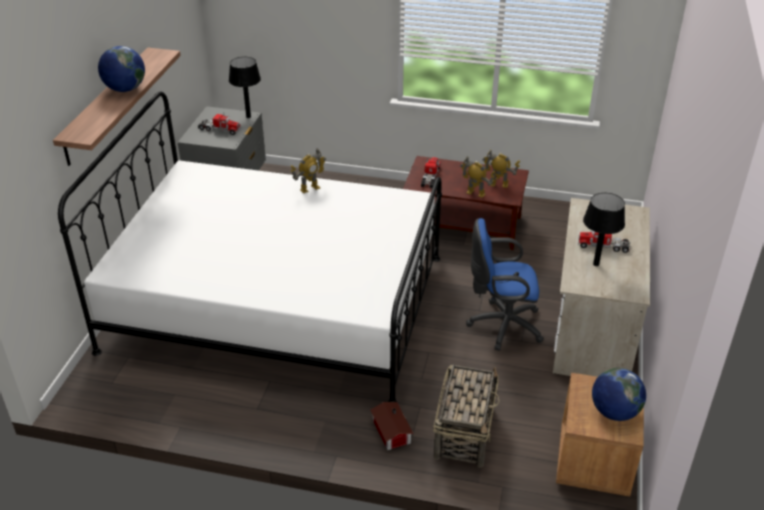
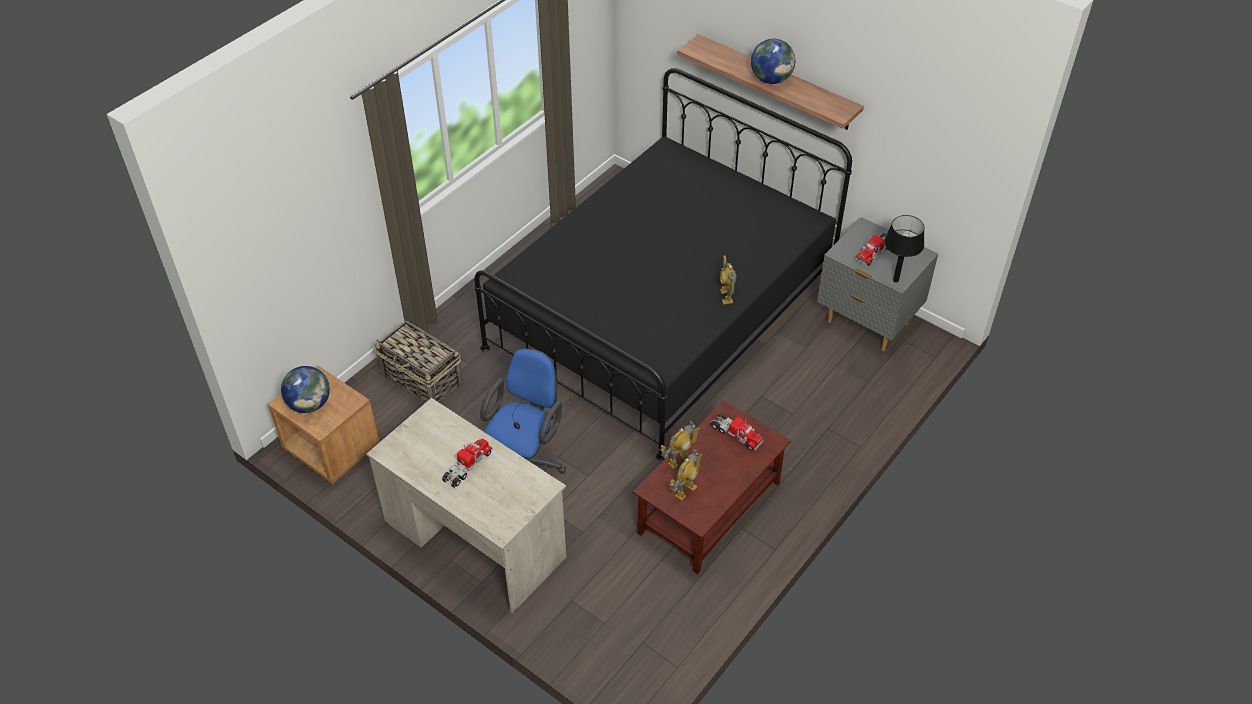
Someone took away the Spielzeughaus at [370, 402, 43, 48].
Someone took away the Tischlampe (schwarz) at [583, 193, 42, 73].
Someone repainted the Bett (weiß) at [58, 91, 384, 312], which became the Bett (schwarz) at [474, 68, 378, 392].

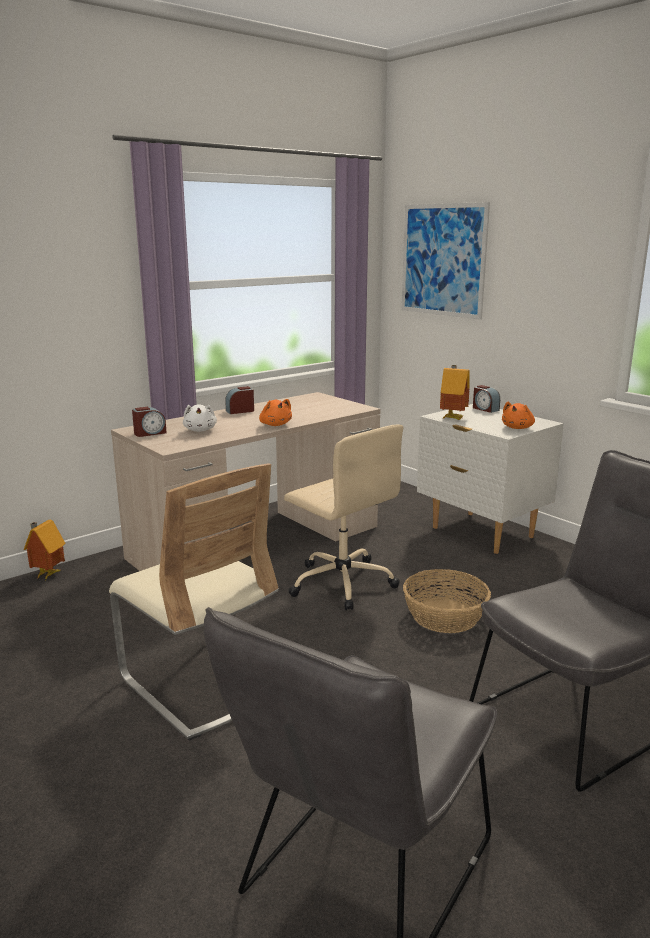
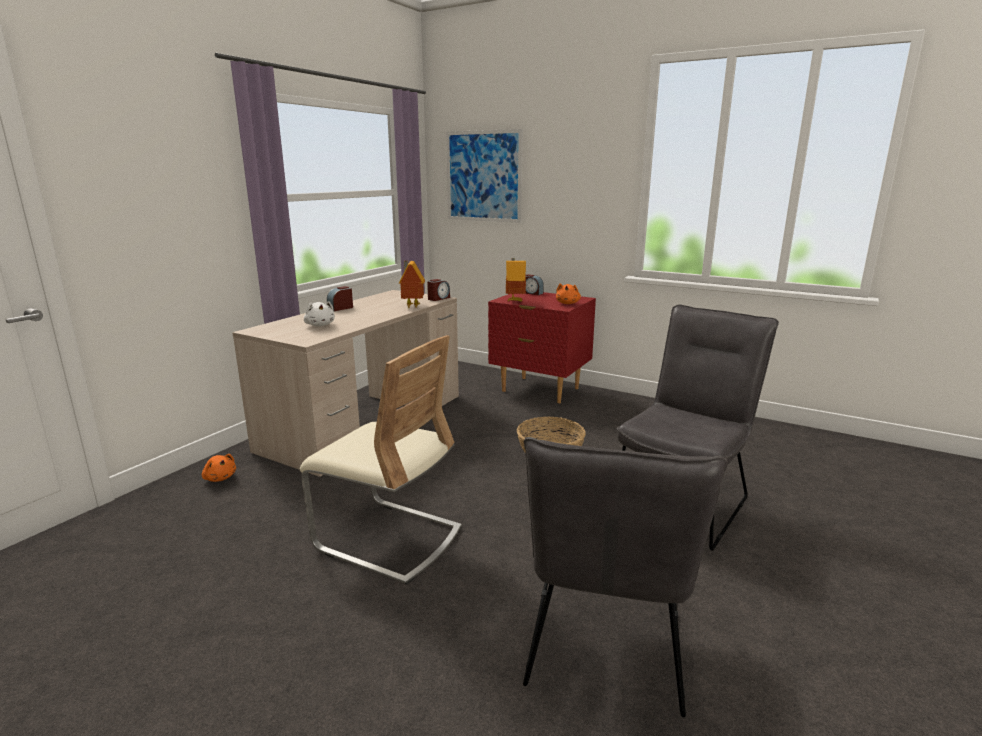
Someone took away the Bürostuhl (beige) at [284, 424, 119, 187].
Someone carried the Spielzeughaus from [24, 520, 41, 60] to [399, 261, 26, 47].
Someone carried the Wecker from [132, 407, 35, 30] to [427, 279, 23, 22].
Someone carried the Plüschtier (orange) from [259, 399, 33, 27] to [202, 454, 34, 28].
Someone repainted the Nachttisch (weiß) at [417, 404, 147, 150], which became the Nachttisch (rot) at [488, 292, 108, 111].

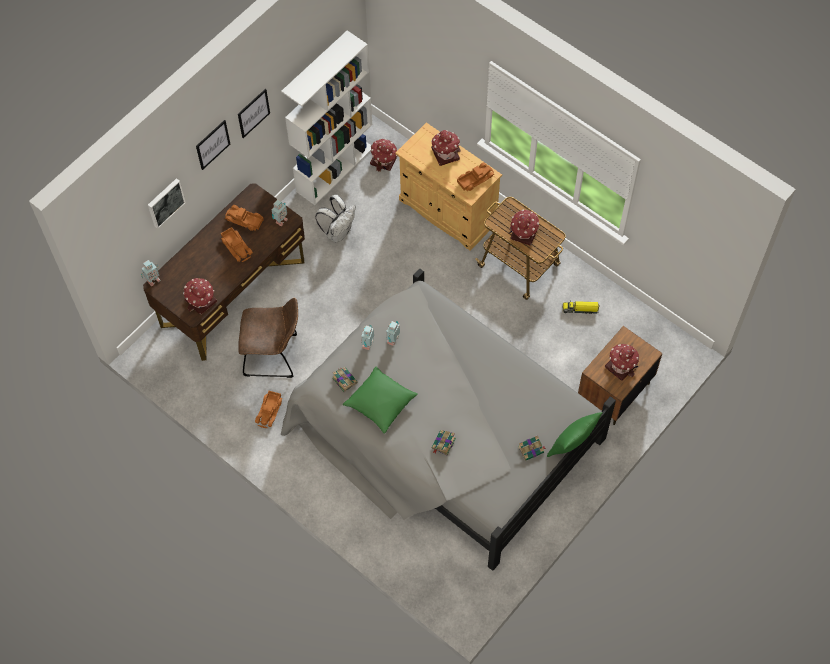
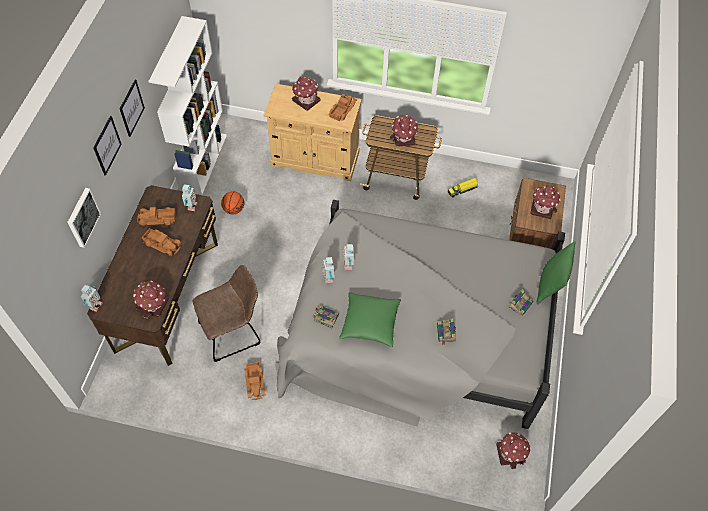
Someone carried the Spielzeughaus from [370, 139, 27, 33] to [496, 432, 34, 37].
Someone swapped the Rucksack (weiß) at [315, 195, 41, 48] for the Basketball at [221, 191, 23, 23].

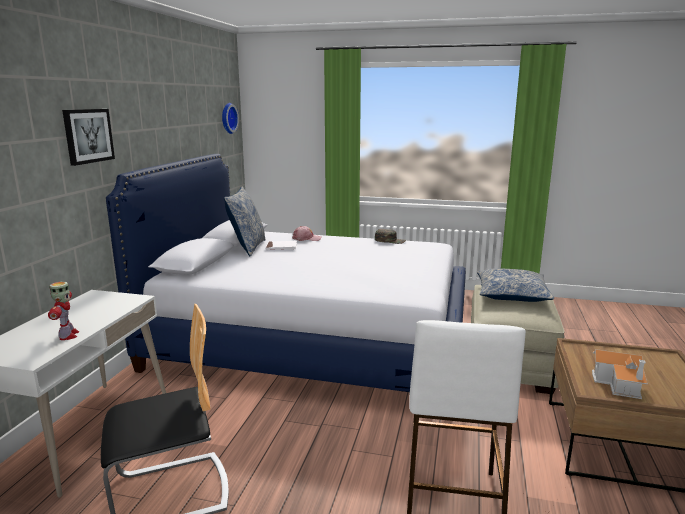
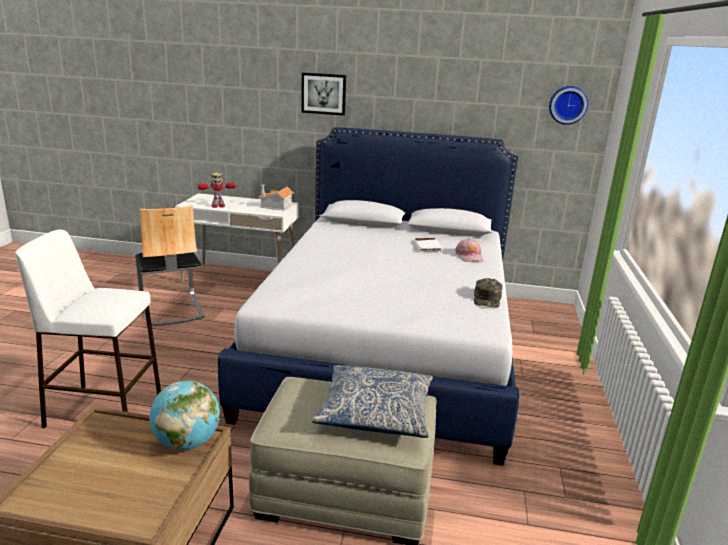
Someone took away the Kissen at [224, 186, 42, 70].
Someone put down the Globus at [149, 380, 71, 70].
Someone carried the Spielzeughaus from [592, 349, 56, 50] to [258, 185, 36, 25].

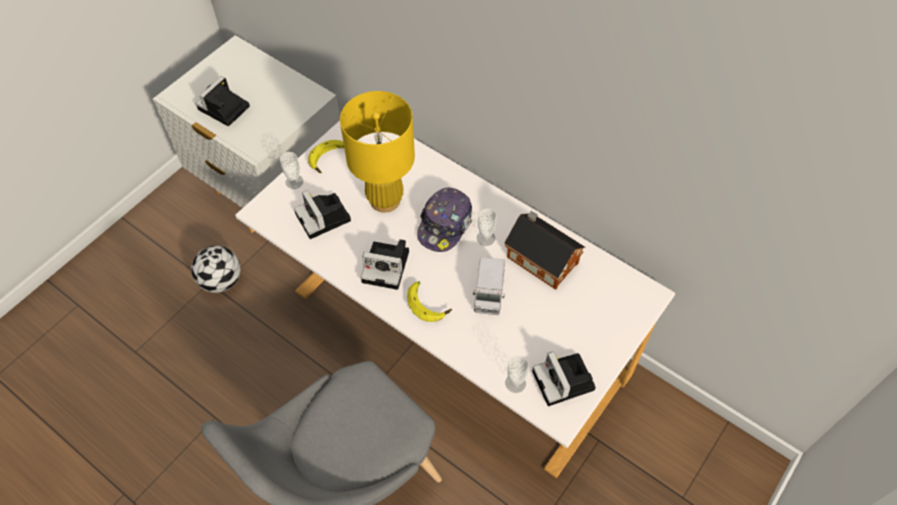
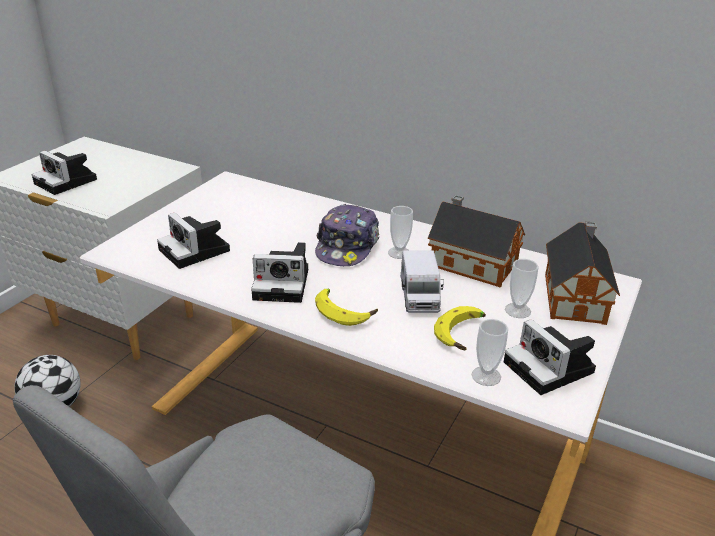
Someone took away the Tischlampe (gelb) at [340, 91, 75, 121].
Someone put down the Spielzeughaus at [545, 222, 75, 103].
Someone carried the Tasse from [280, 152, 23, 37] to [505, 259, 34, 59].
Someone carried the Banane from [308, 140, 36, 34] to [434, 306, 52, 44].
Someone rotated the Kamera at [196, 76, 54, 50] by 75 degrees counterclockwise.

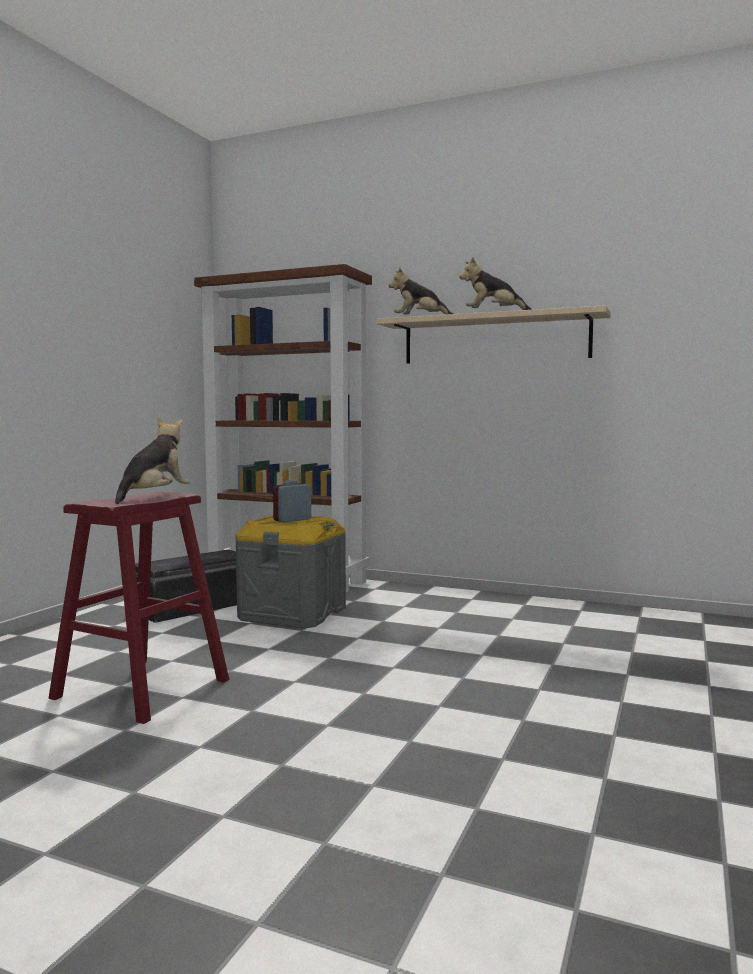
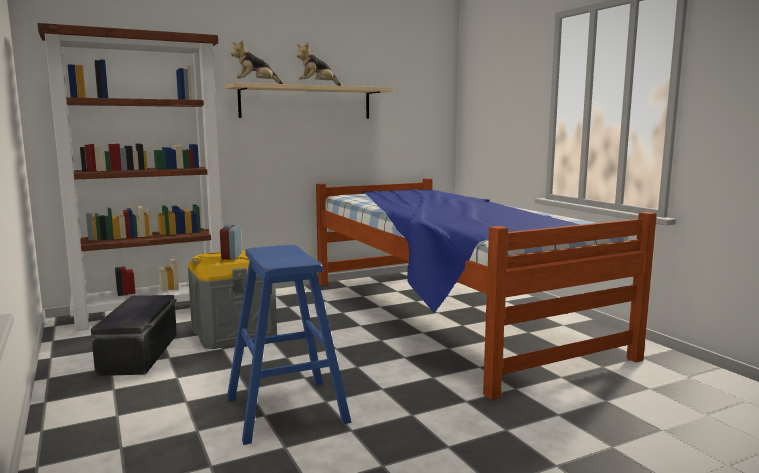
Someone took away the Plüschtier at [115, 418, 75, 86].
Someone put down the Bett at [316, 178, 341, 222].
Someone repainted the Hocker (rot) at [49, 492, 180, 232], which became the Hocker (blau) at [227, 245, 124, 200].

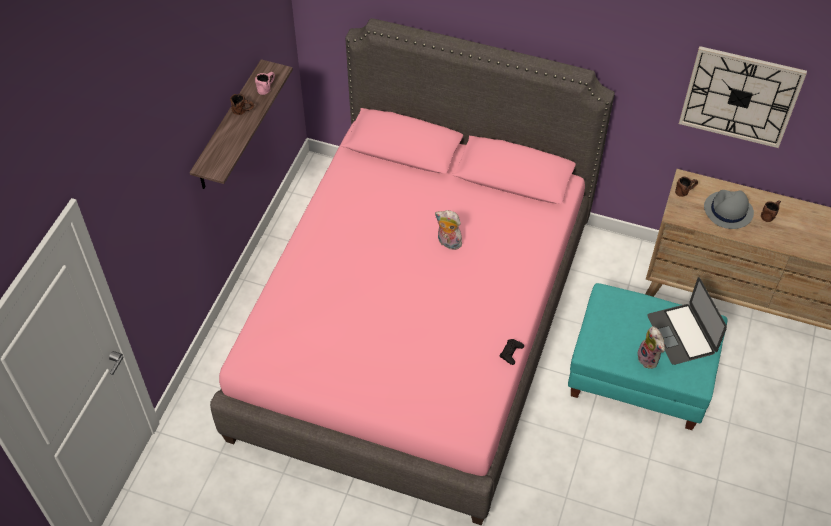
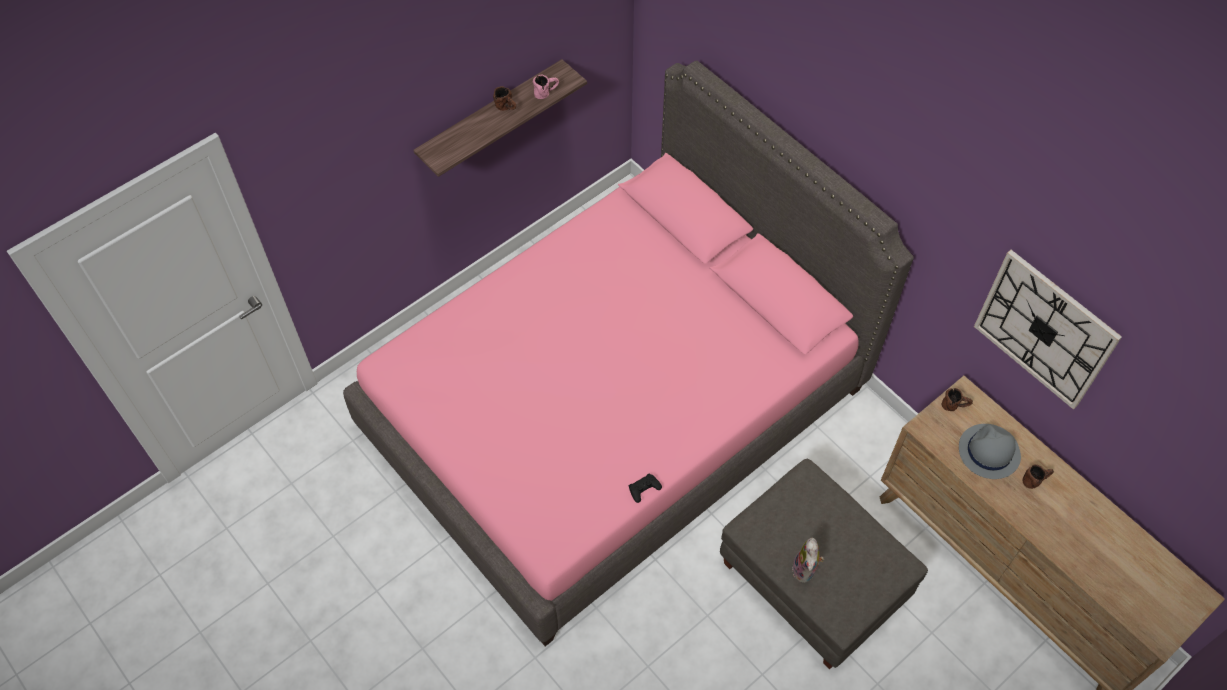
Someone took away the Plüschtier at [435, 210, 27, 41].
Someone took away the Laptop at [647, 277, 80, 88].
Someone repainted the Polsterhocker (türkis) at [568, 283, 160, 147], which became the Polsterhocker (grau) at [720, 459, 208, 211].

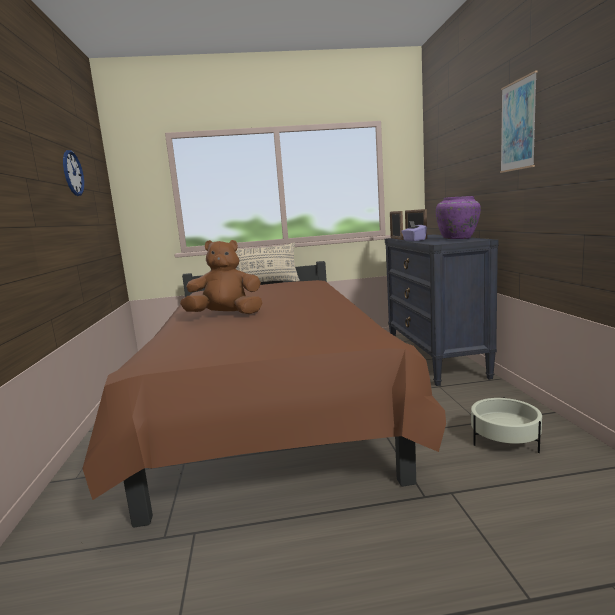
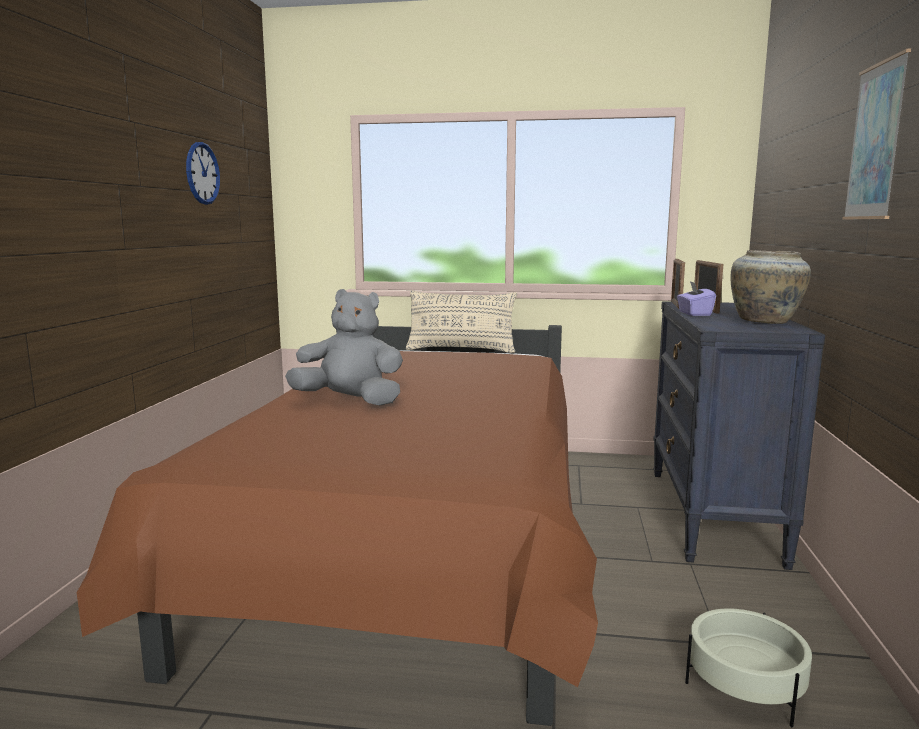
Someone repainted the Plüschtier (braun) at [180, 240, 83, 74], which became the Plüschtier (grau) at [285, 289, 118, 116].
Someone repainted the Vase (lila) at [436, 196, 45, 43], which became the Vase (beige) at [731, 250, 80, 74].

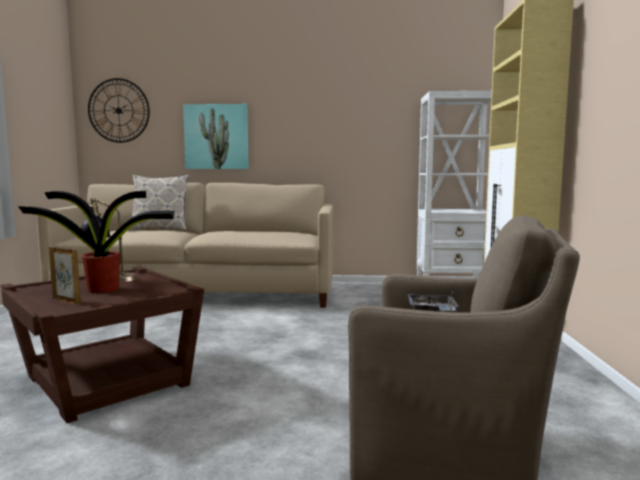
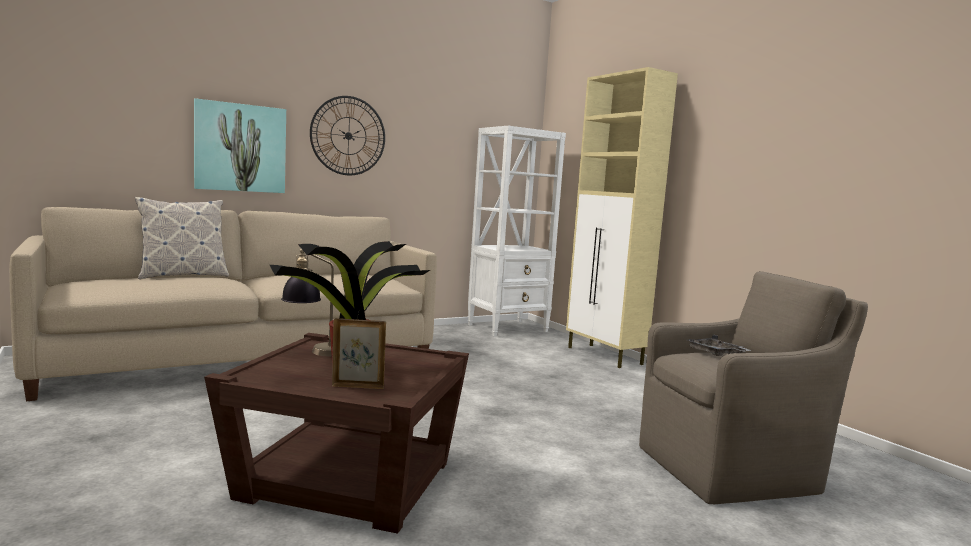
Someone carried the Wanduhr from [88, 78, 62, 65] to [310, 96, 75, 79].

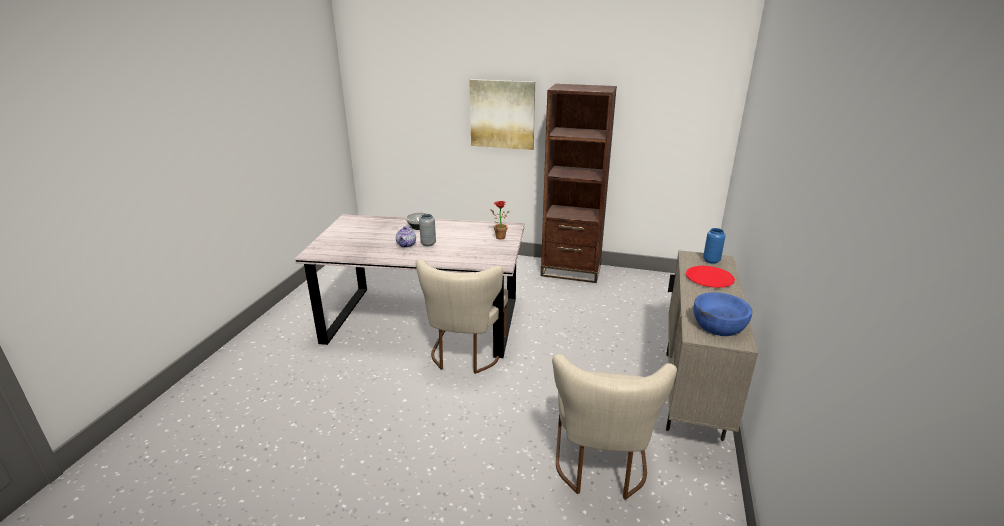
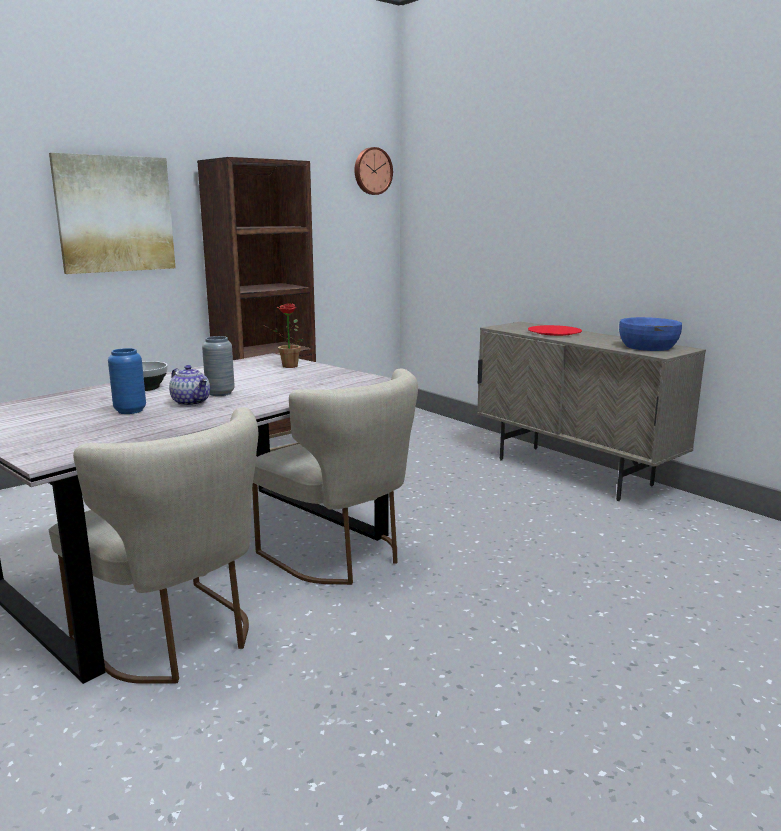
Someone put up the Wanduhr at [354, 147, 39, 48].
Someone carried the Stuhl (beige) from [552, 354, 125, 146] to [49, 407, 209, 277].
Someone carried the Vase (blau) from [703, 228, 23, 36] to [108, 348, 38, 66].

